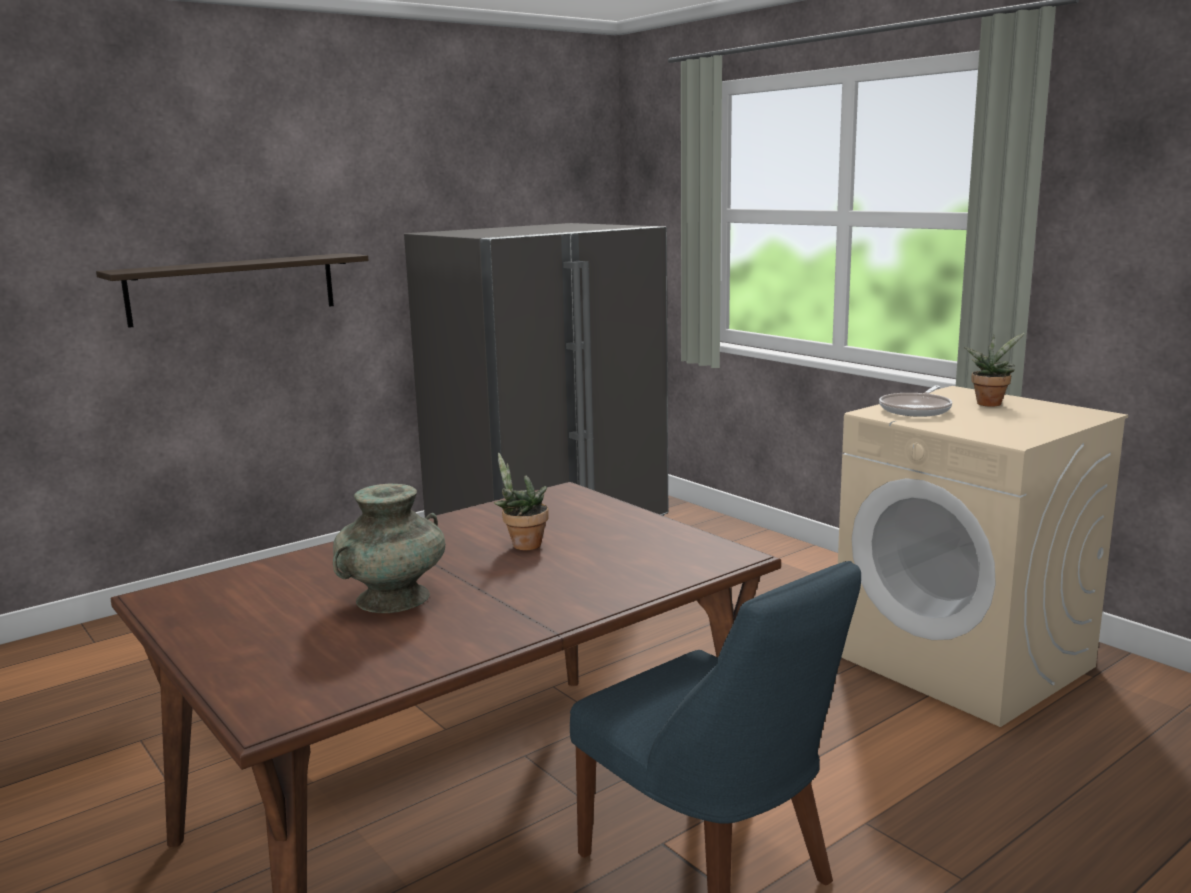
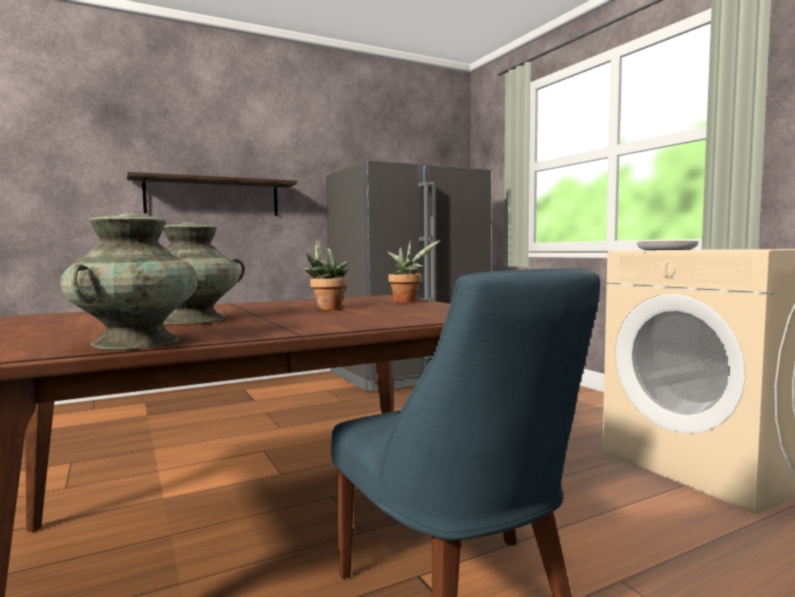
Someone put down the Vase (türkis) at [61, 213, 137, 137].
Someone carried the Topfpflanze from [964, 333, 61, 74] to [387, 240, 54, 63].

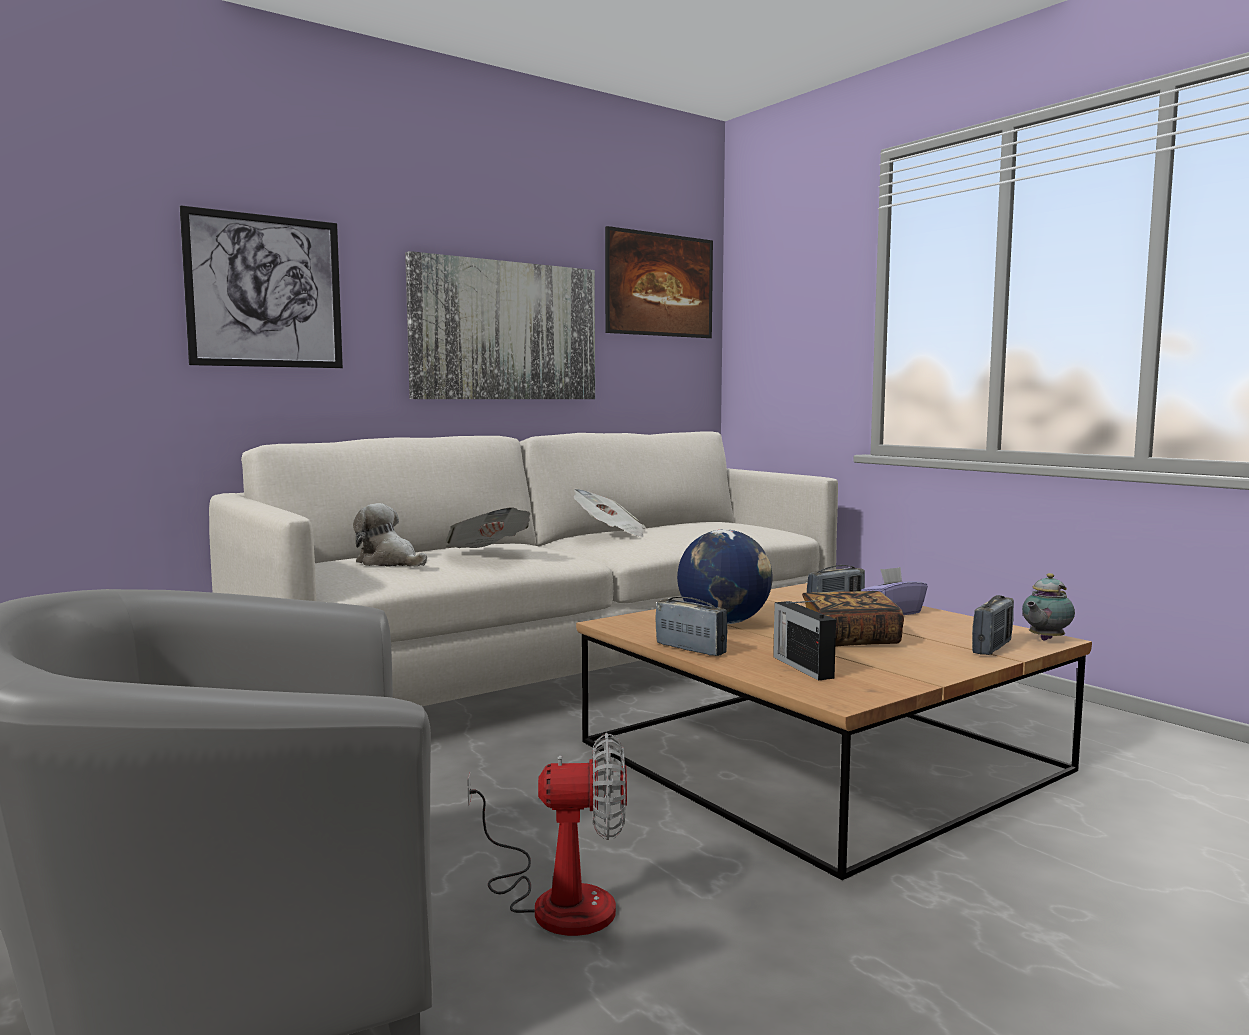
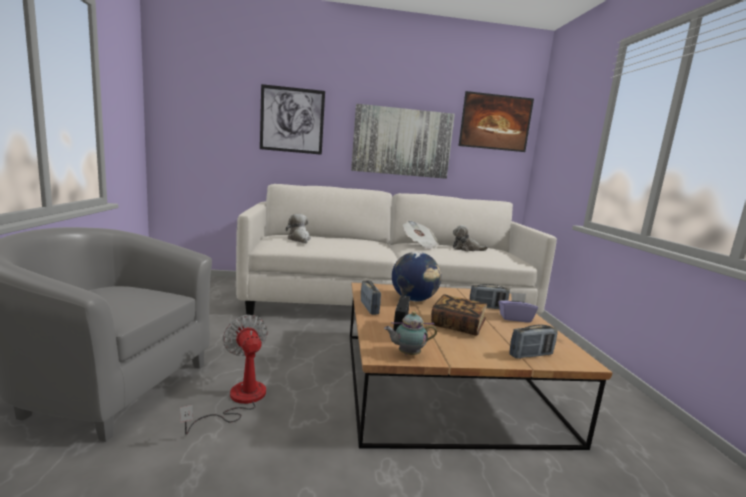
Someone took away the Zeitung at [446, 507, 85, 41].
Someone put down the Plüschtier at [453, 225, 35, 26].
Someone carried the Teekanne from [1022, 573, 53, 68] to [384, 311, 53, 44].
Someone rotated the Ventilator at [468, 733, 159, 203] by 150 degrees counterclockwise.

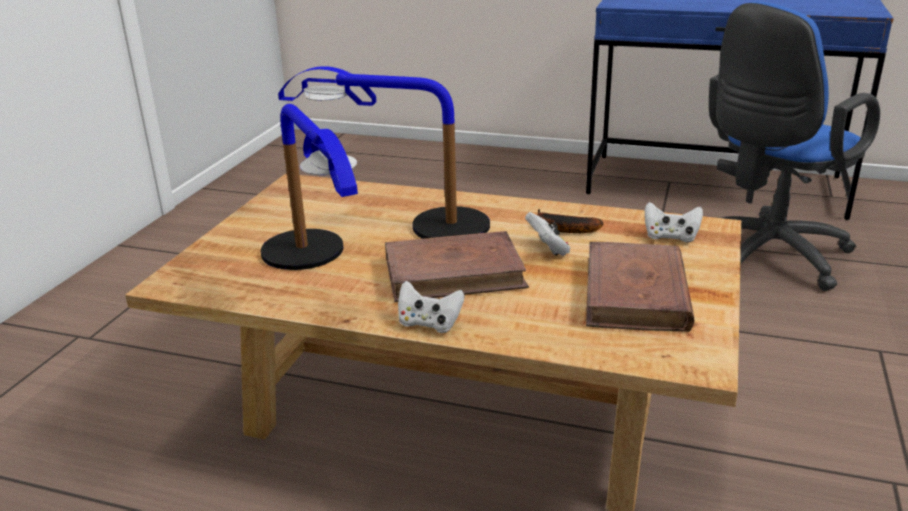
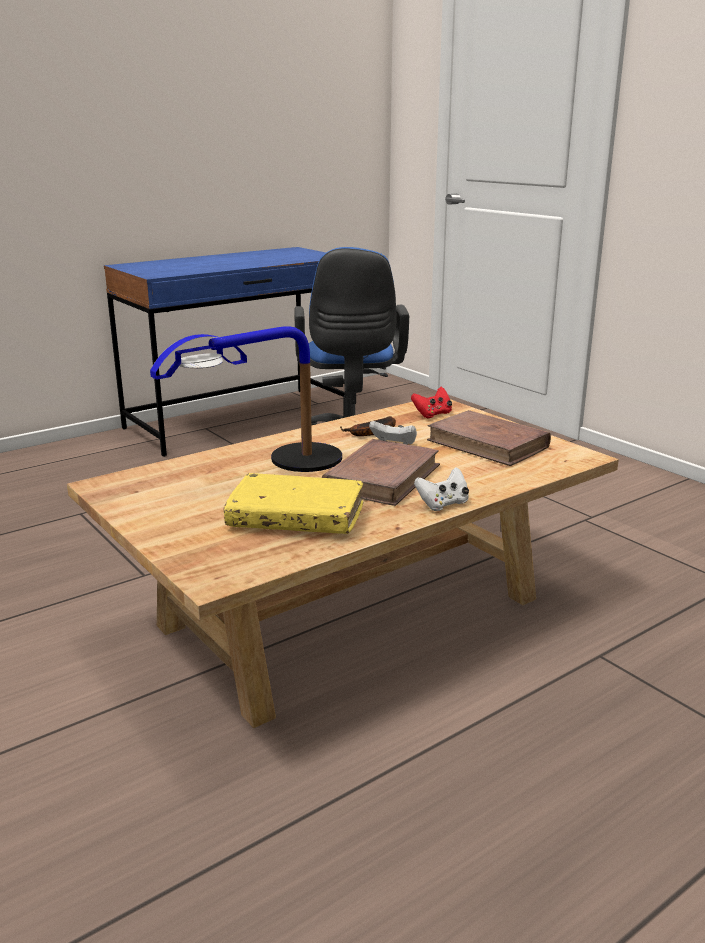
Someone swapped the Tischlampe at [261, 104, 97, 166] for the Buch (gelb) at [223, 473, 140, 61].
Someone repainted the Gamepad (weiß) at [645, 202, 58, 41], which became the Gamepad (rot) at [411, 387, 41, 31].

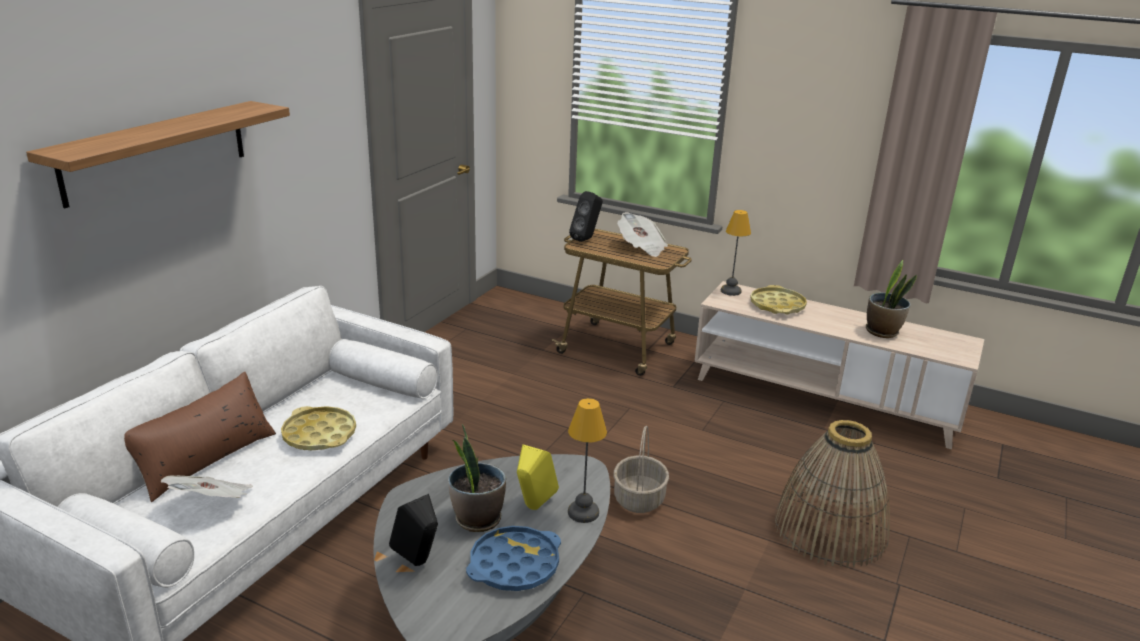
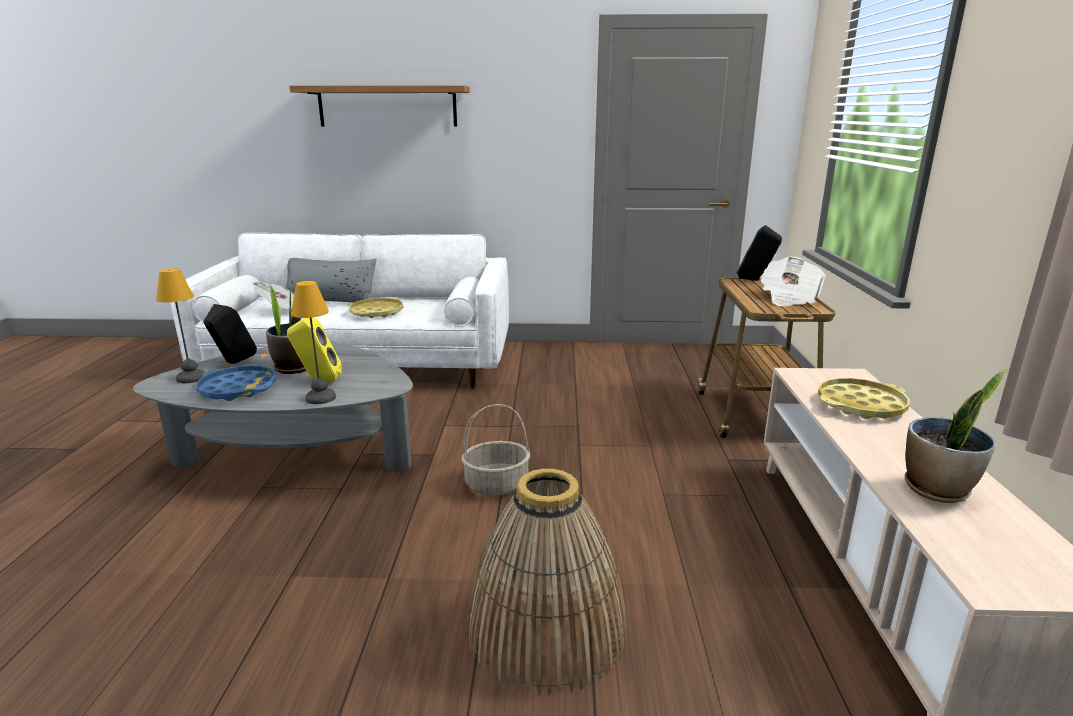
Someone carried the Tischlampe from [721, 210, 30, 86] to [156, 268, 49, 115].
Someone repainted the Kissen (braun) at [124, 372, 152, 130], which became the Kissen (grau) at [286, 258, 90, 45].

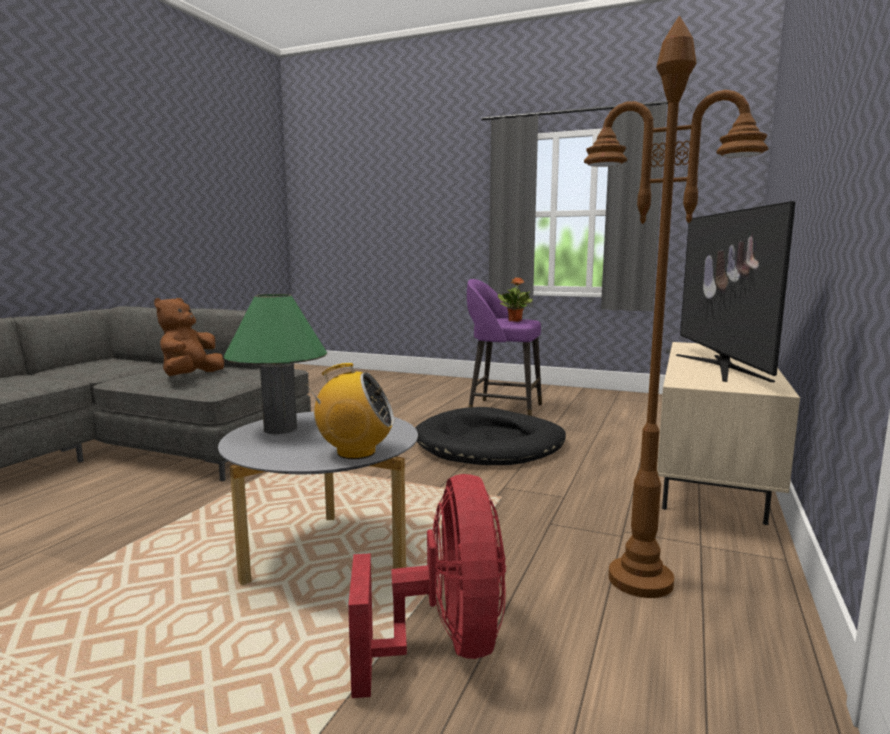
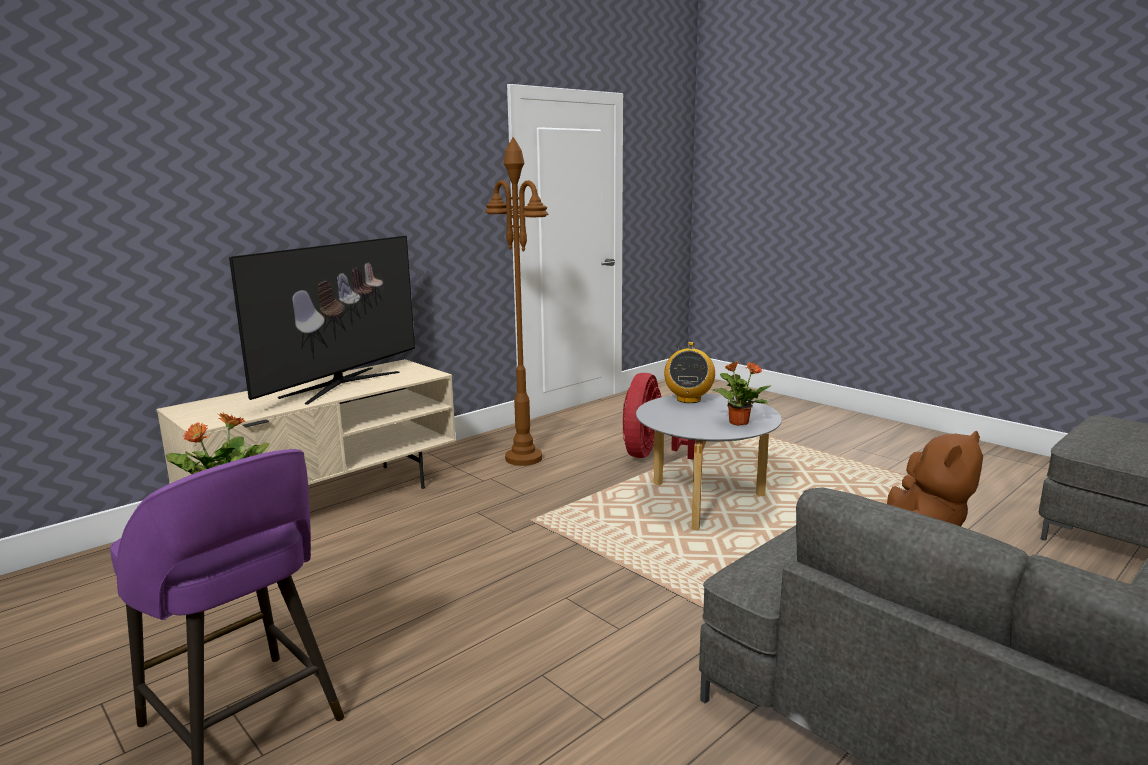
Someone took away the Hundebett (schwarz) at [416, 407, 150, 58].
Someone swapped the Tischlampe (grün) at [224, 294, 103, 140] for the Topfpflanze at [711, 361, 60, 65].
Someone rotated the Radio at [307, 363, 87, 96] by 105 degrees counterclockwise.

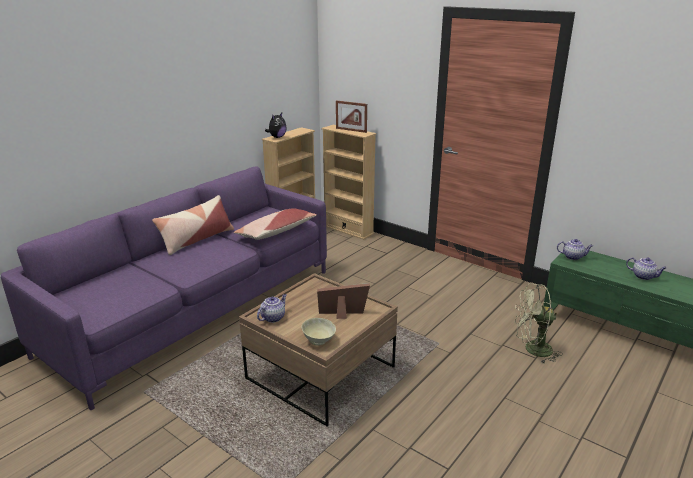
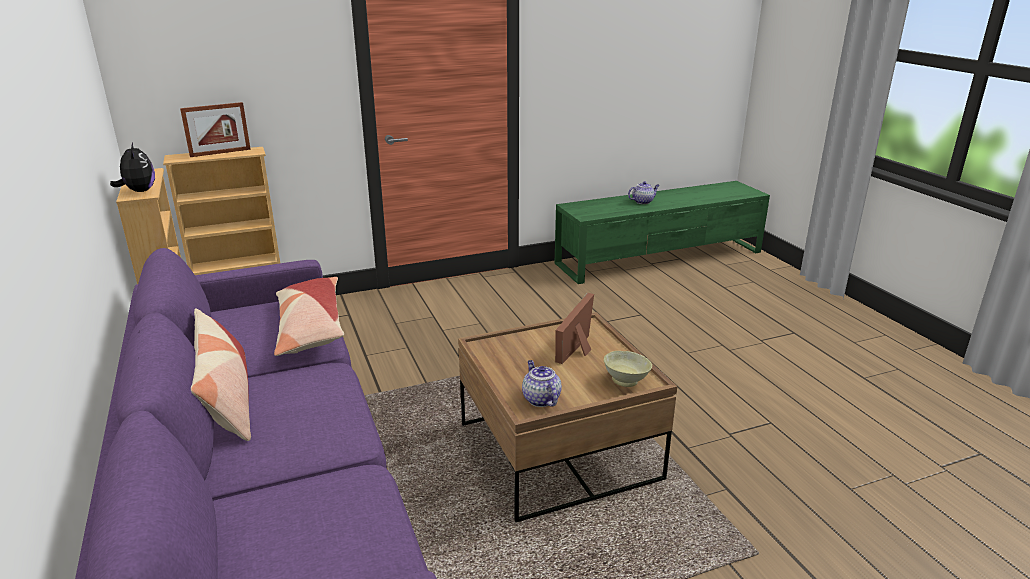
Someone took away the Ventilator (grün) at [514, 283, 49, 80].
Someone took away the Teekanne at [557, 239, 36, 21].

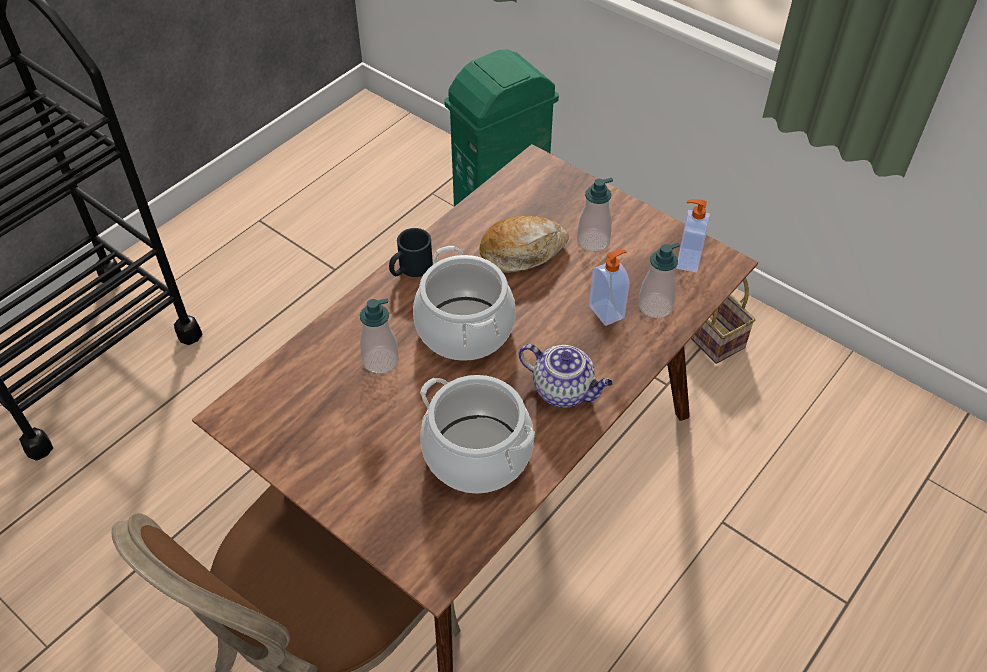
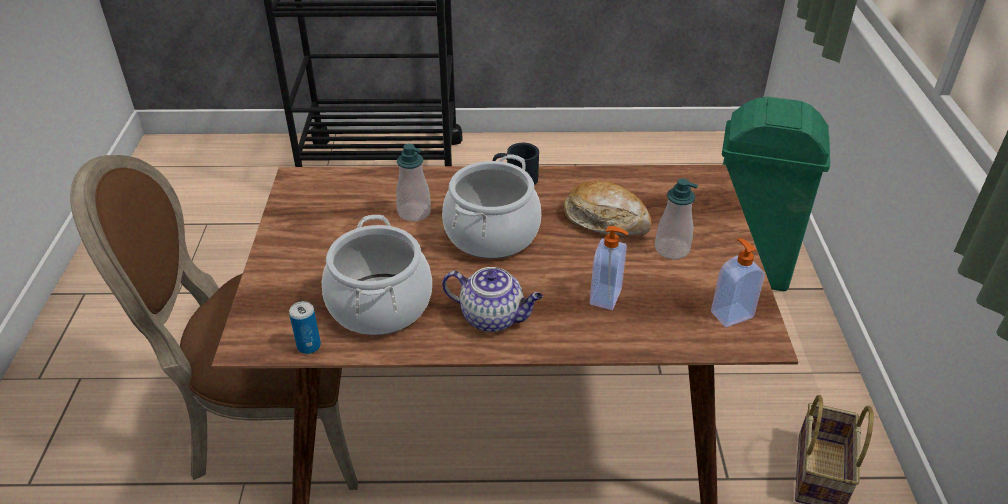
Someone took away the Seifenspender at [638, 243, 42, 75].
Someone put down the Dose at [289, 301, 32, 53].
Someone rotated the Teekanne at [519, 344, 94, 64] by 60 degrees counterclockwise.

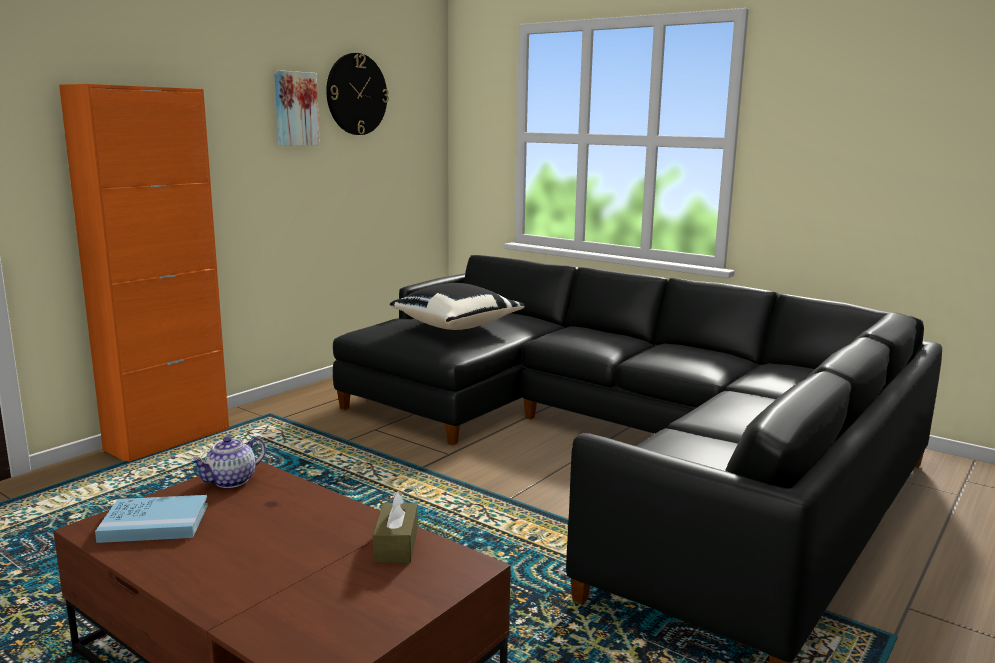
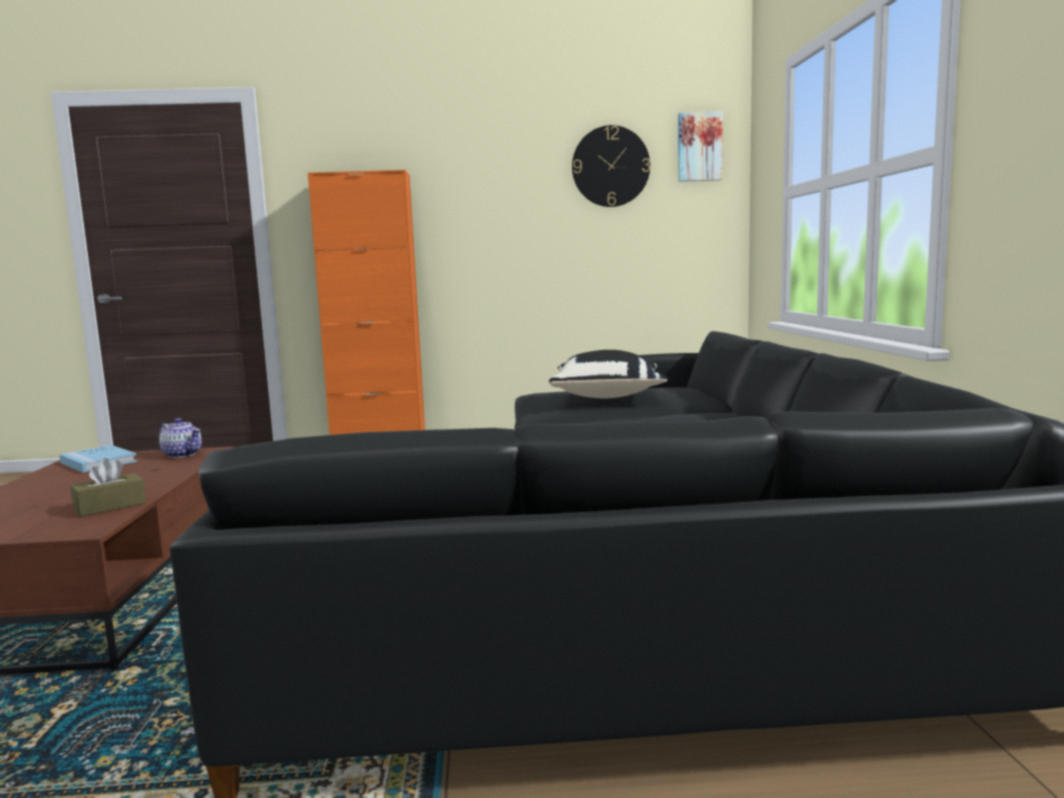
Someone carried the Bild from [274, 70, 46, 76] to [678, 111, 45, 71].
Someone rotated the Teekanne at [190, 436, 76, 52] by 150 degrees counterclockwise.

